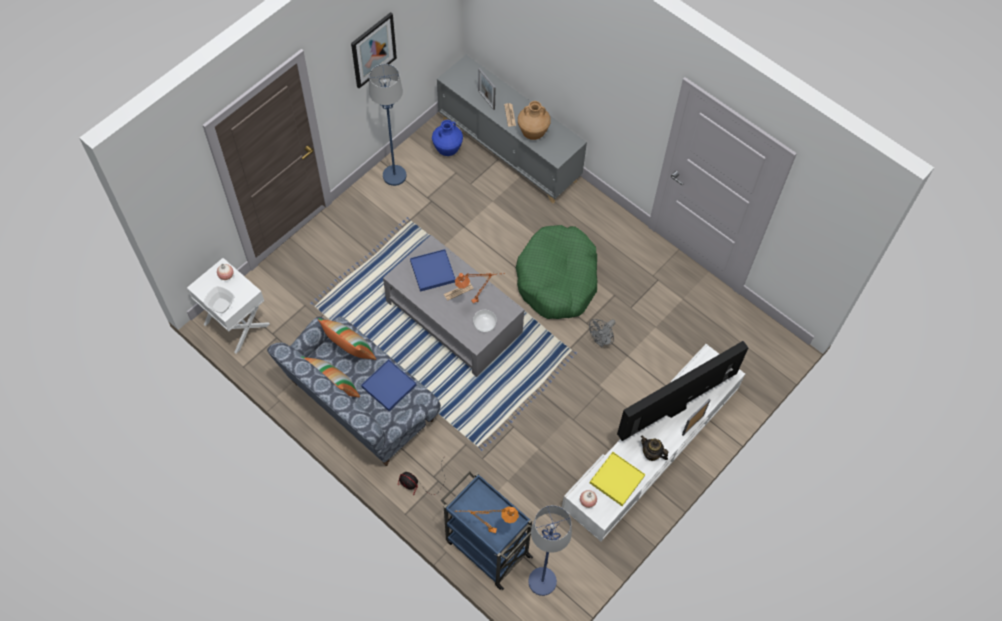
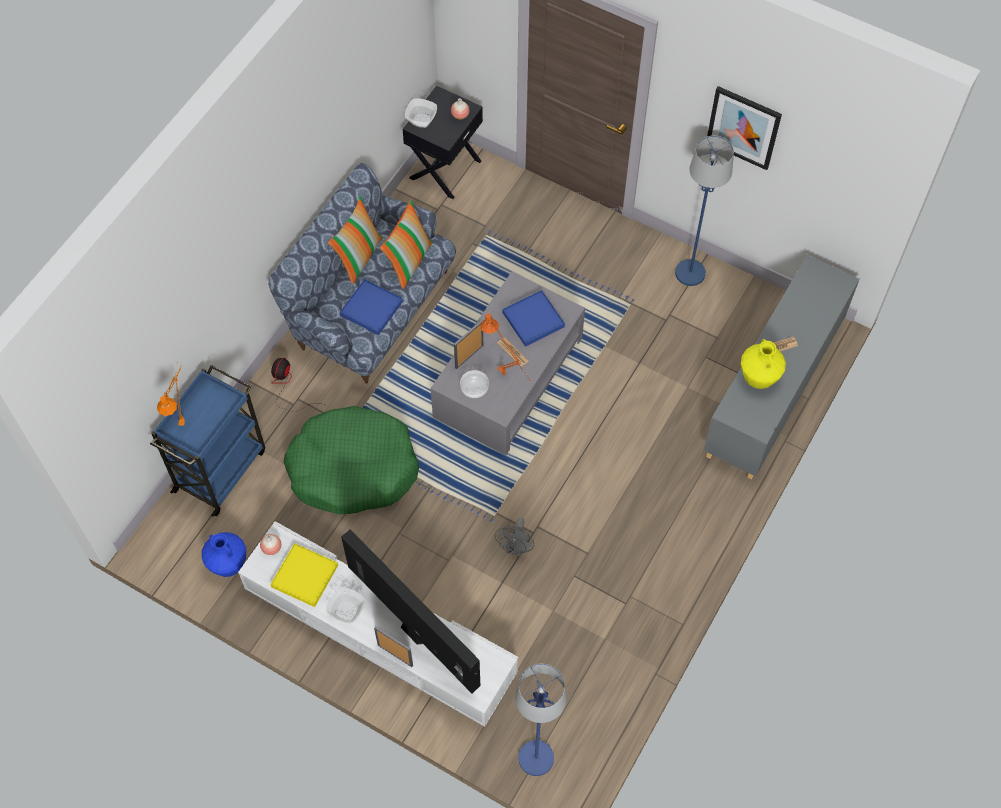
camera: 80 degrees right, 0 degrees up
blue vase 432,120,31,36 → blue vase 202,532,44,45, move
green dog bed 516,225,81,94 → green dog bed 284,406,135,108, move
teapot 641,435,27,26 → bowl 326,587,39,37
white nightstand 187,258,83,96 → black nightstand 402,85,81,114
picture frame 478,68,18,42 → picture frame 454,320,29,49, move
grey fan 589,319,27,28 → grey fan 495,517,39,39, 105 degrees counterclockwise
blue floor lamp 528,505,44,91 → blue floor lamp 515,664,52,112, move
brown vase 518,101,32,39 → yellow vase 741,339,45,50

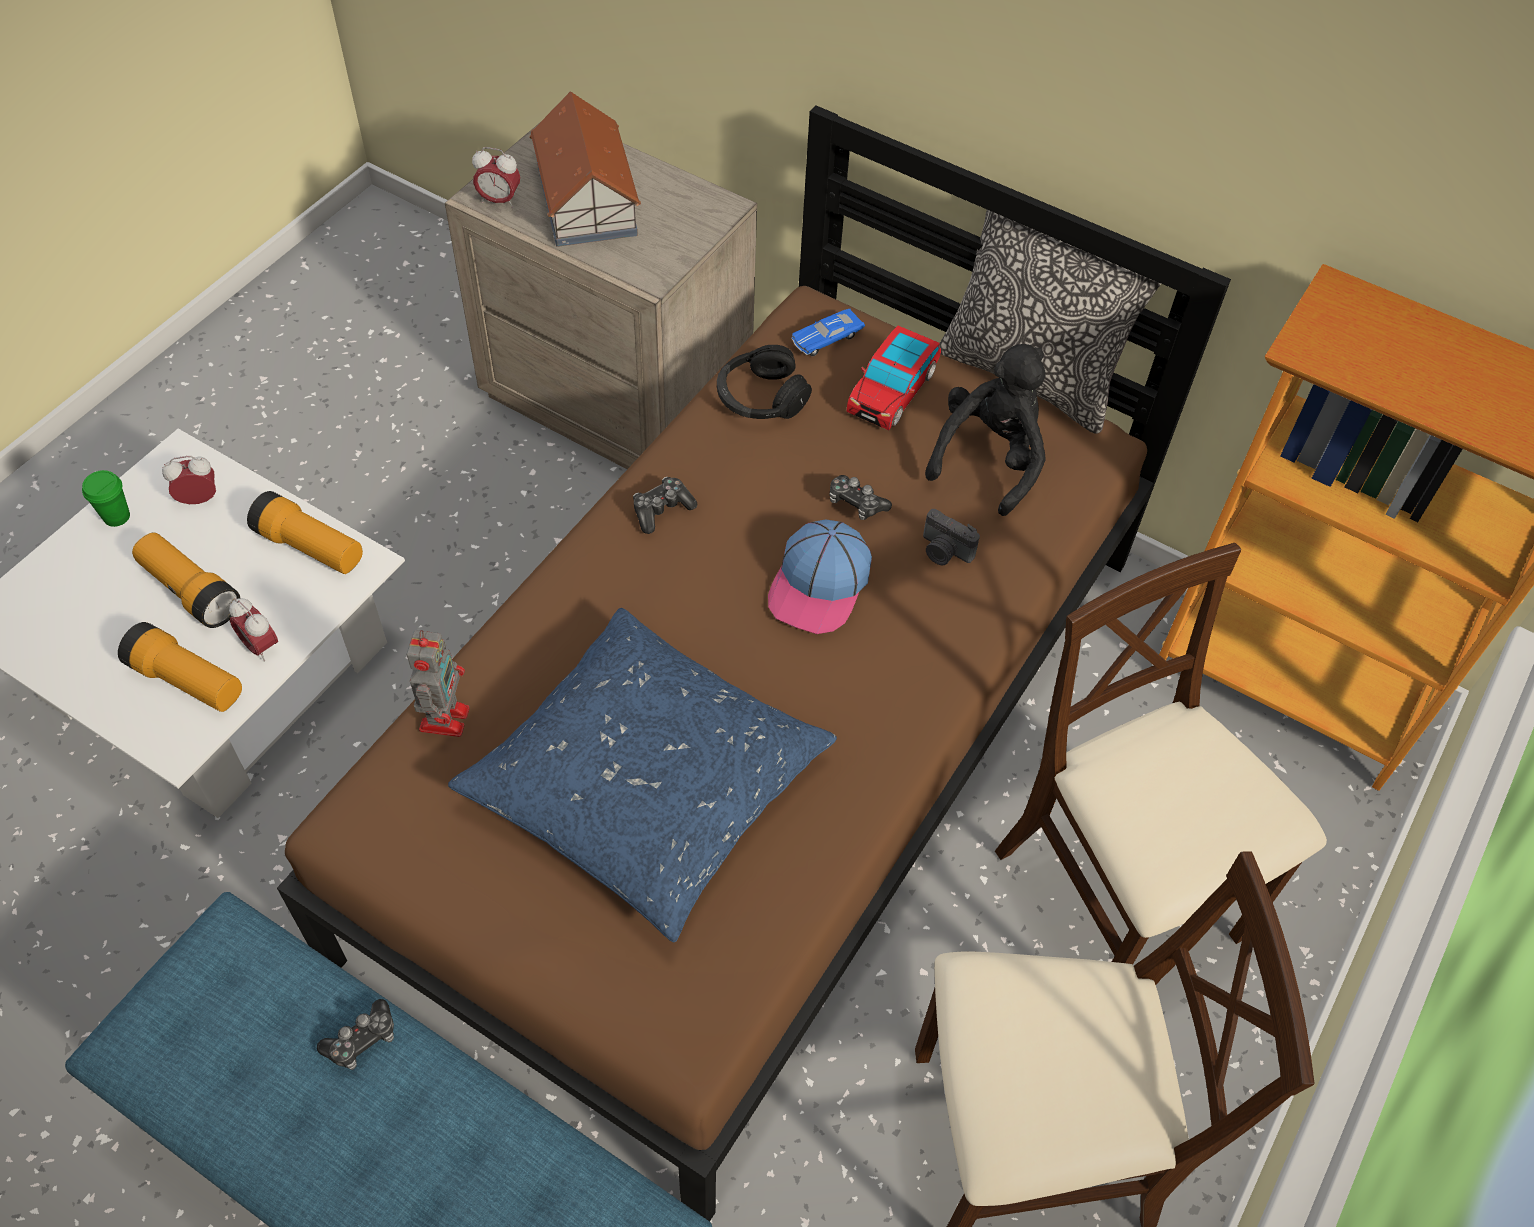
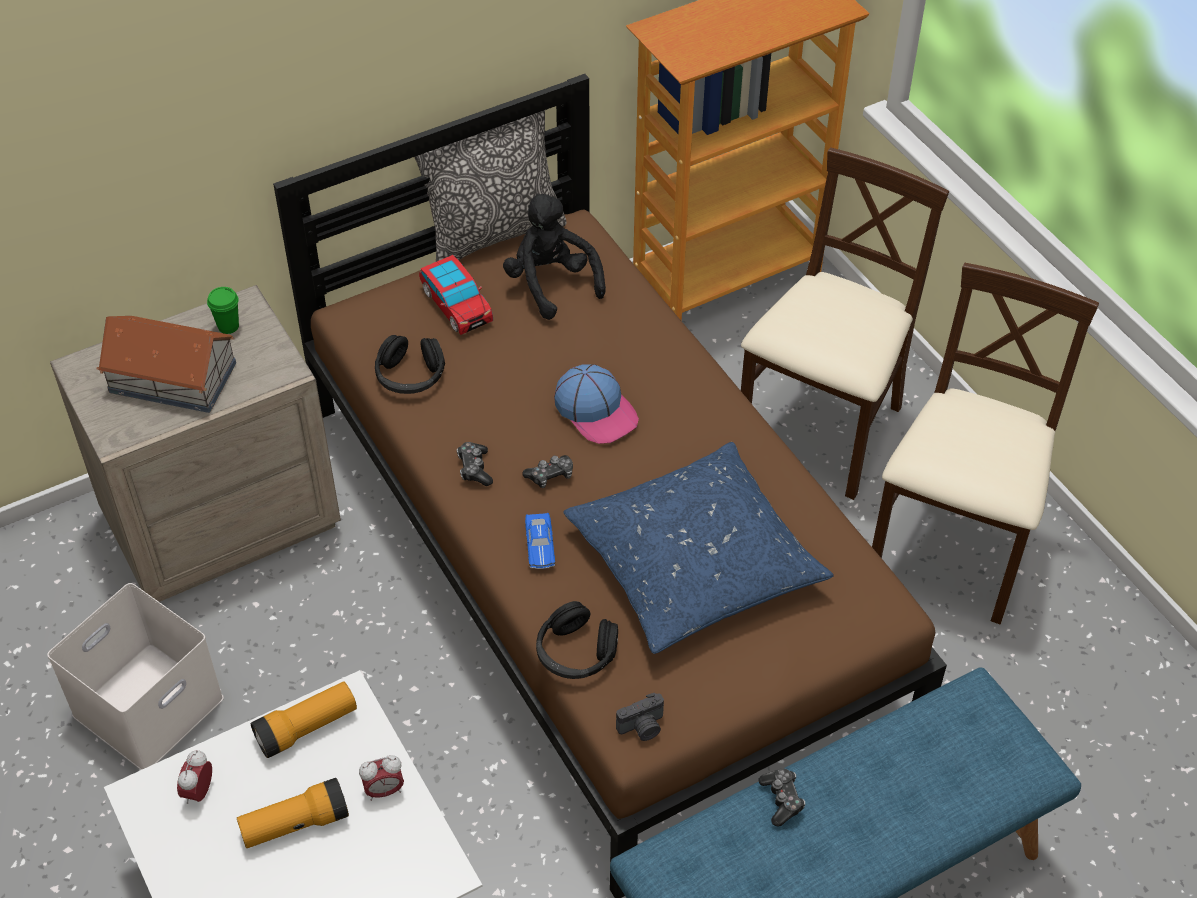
camera: 60 degrees left, 5 degrees down
- → white storage box 47,583,177,187
green cup 82,470,48,57 → green cup 207,287,32,47, move
game controller 829,475,63,45 → game controller 522,455,51,33, move
blue toy car 791,309,74,47 → blue toy car 525,513,30,56, move
toy robot 407,630,63,107 → black headphones 536,601,82,78
photo camera 923,509,57,56 → photo camera 616,693,48,48, move
beige chair 995,543,332,422 → beige chair 741,147,208,353, 120 degrees clockwise
flashlight 118,622,124,90 → -
alarm clock 472,147,48,61 → -

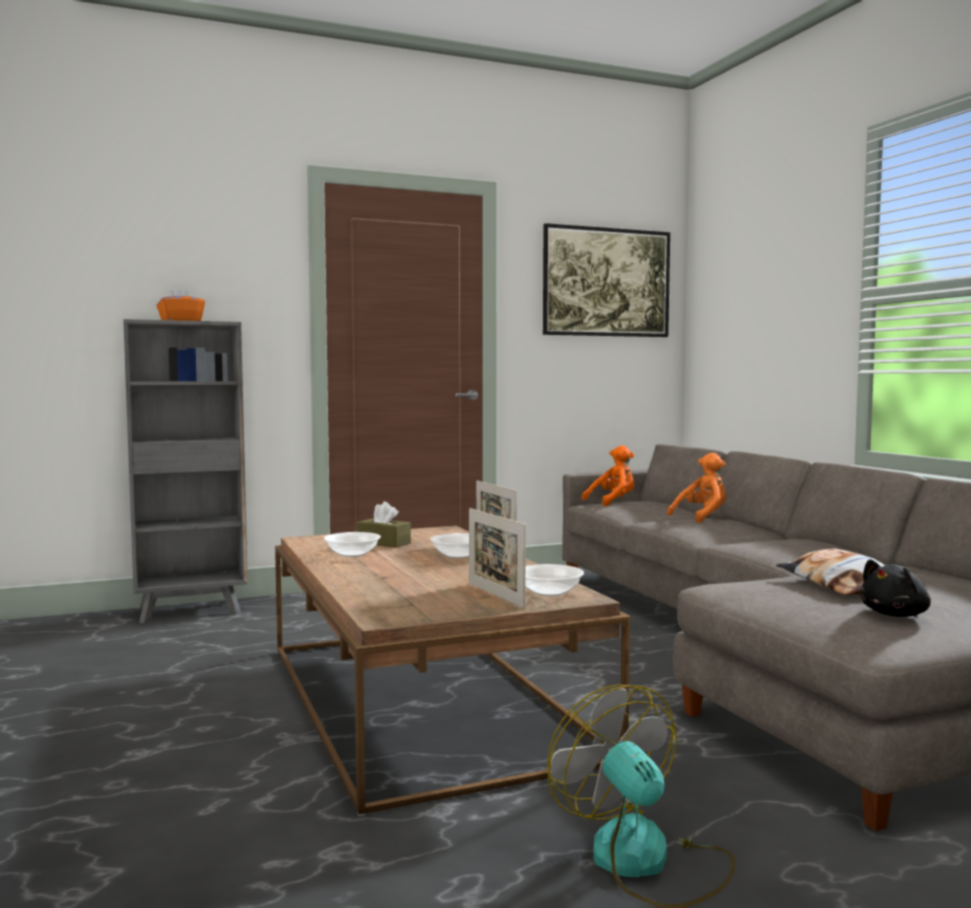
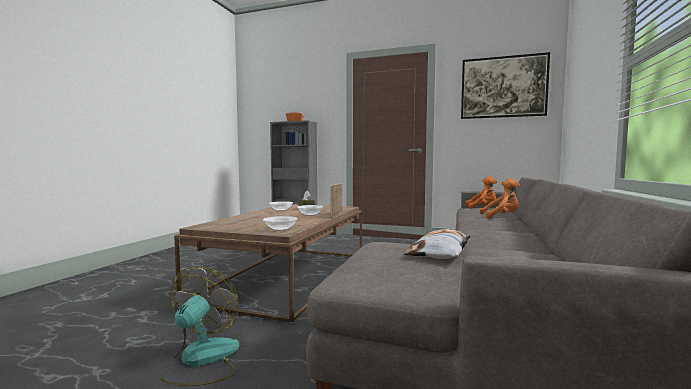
camera: 40 degrees right, 0 degrees up
picture frame 469,508,57,100 → -
black plush toy 860,559,71,58 → -

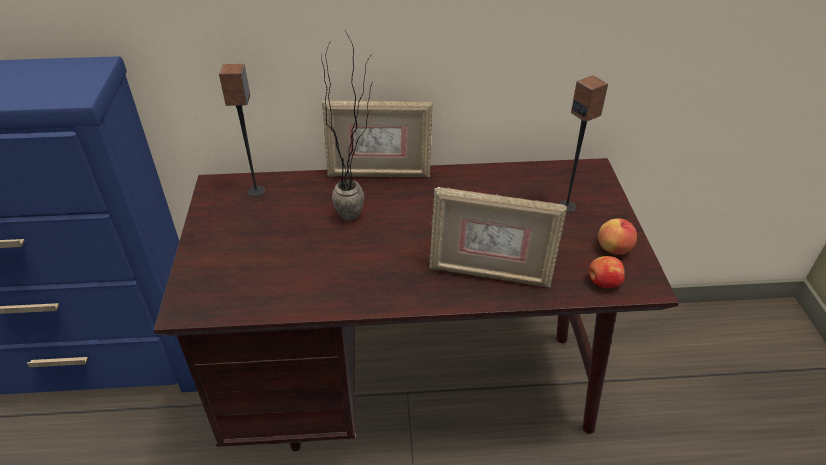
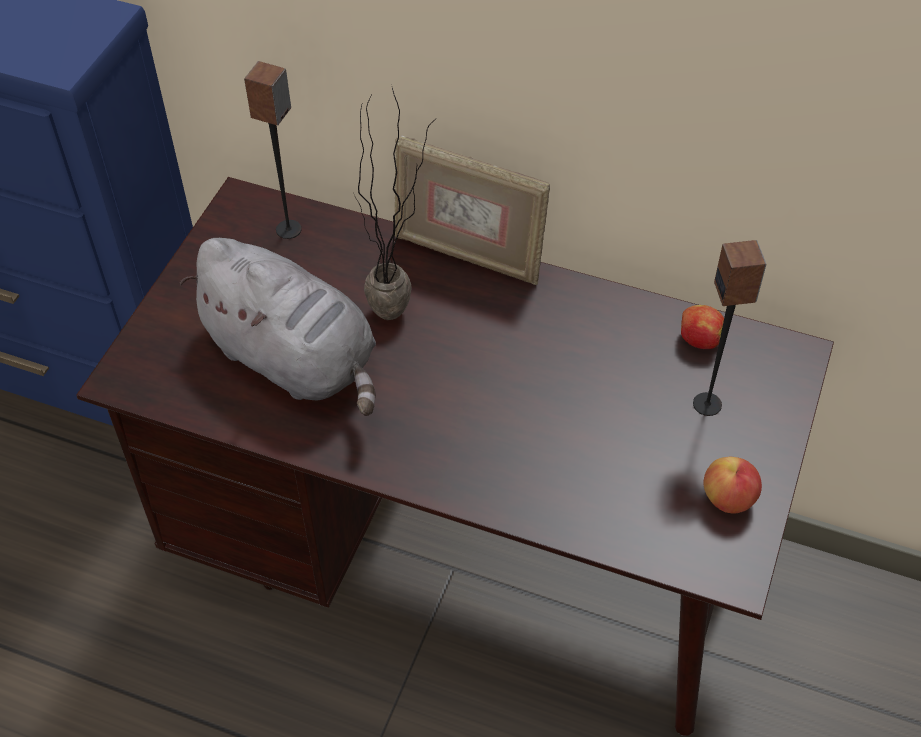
camera: 25 degrees right, 10 degrees up
- → grey plush toy 180,238,196,178
apple 588,256,37,32 → apple 681,305,43,44, move
picture frame 429,187,138,101 → -

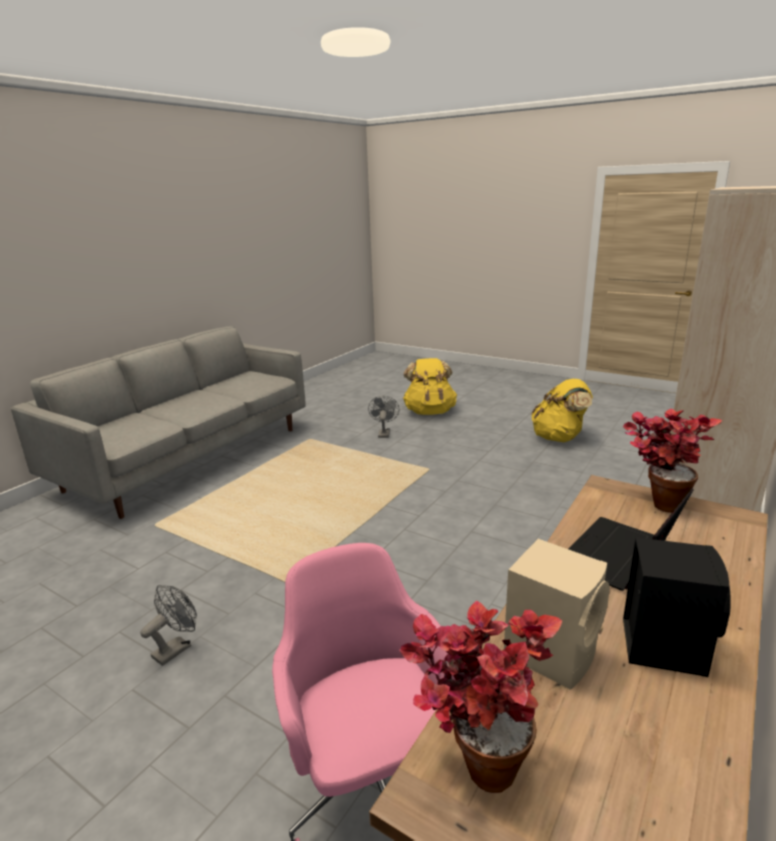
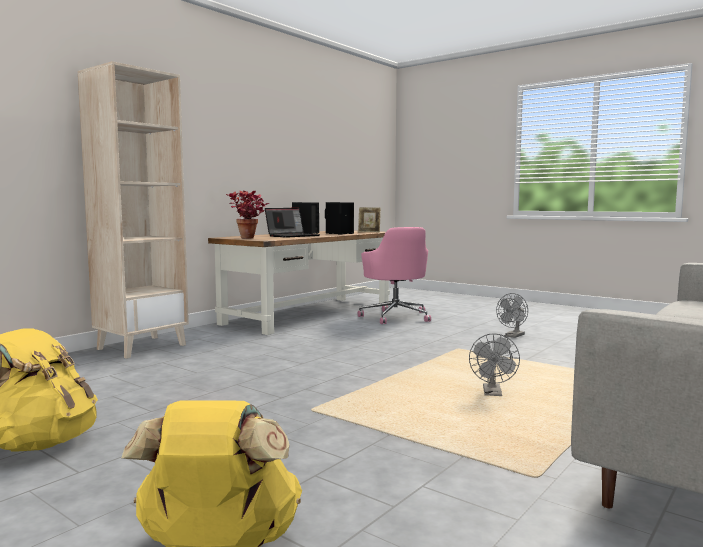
camera: 175 degrees left, 15 degrees down
beige speaker 504,539,106,151 → black speaker 325,202,29,33
potted plant 399,601,163,192 → picture frame 358,207,23,25
grey fan 368,396,31,42 → grey fan 469,333,51,63, move

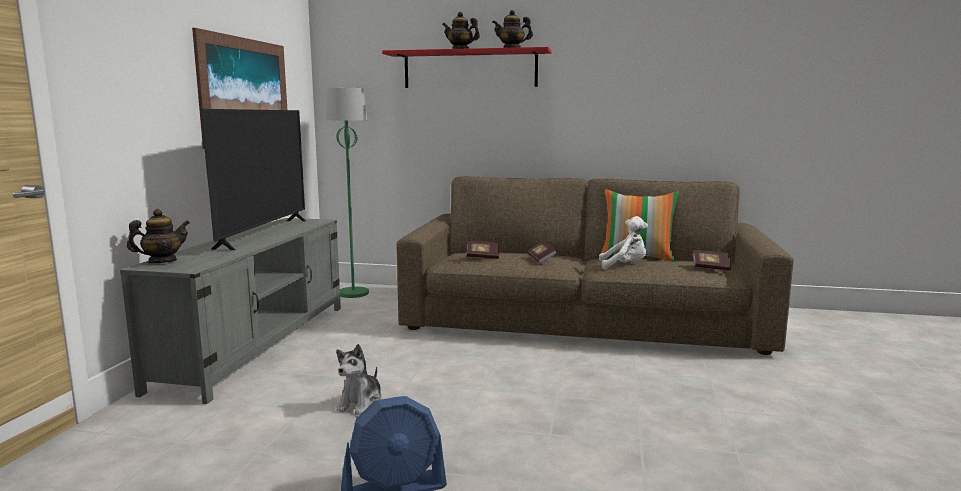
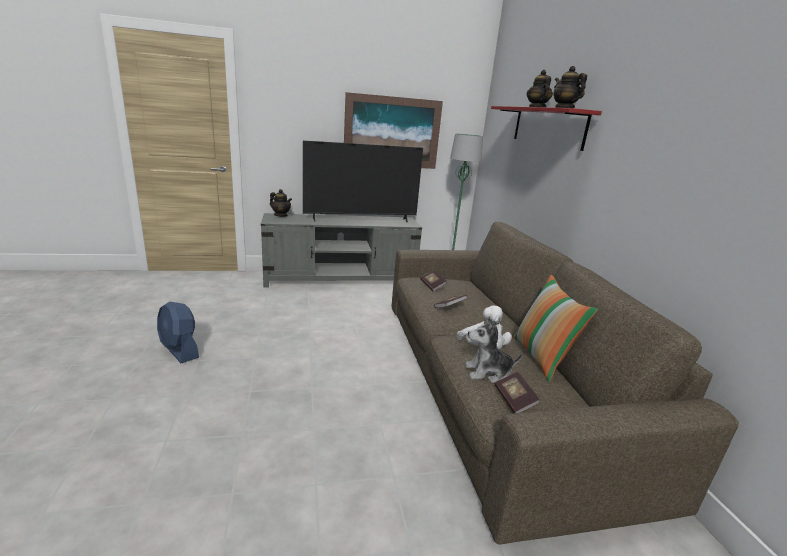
camera: 65 degrees right, 10 degrees up
plush toy 336,344,46,71 → plush toy 465,318,58,65, move

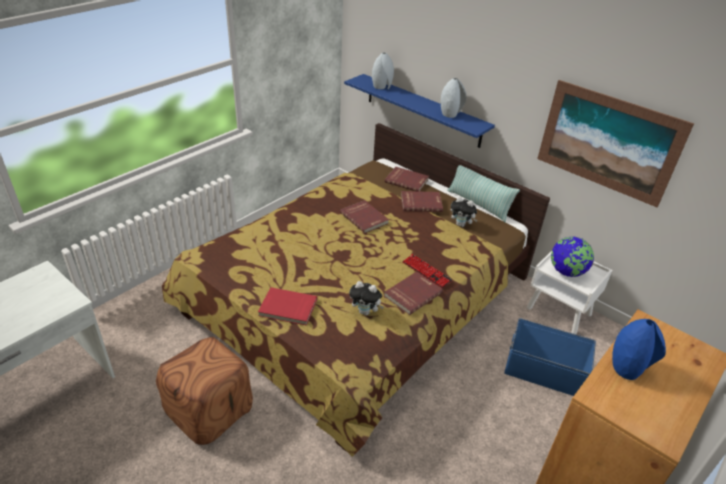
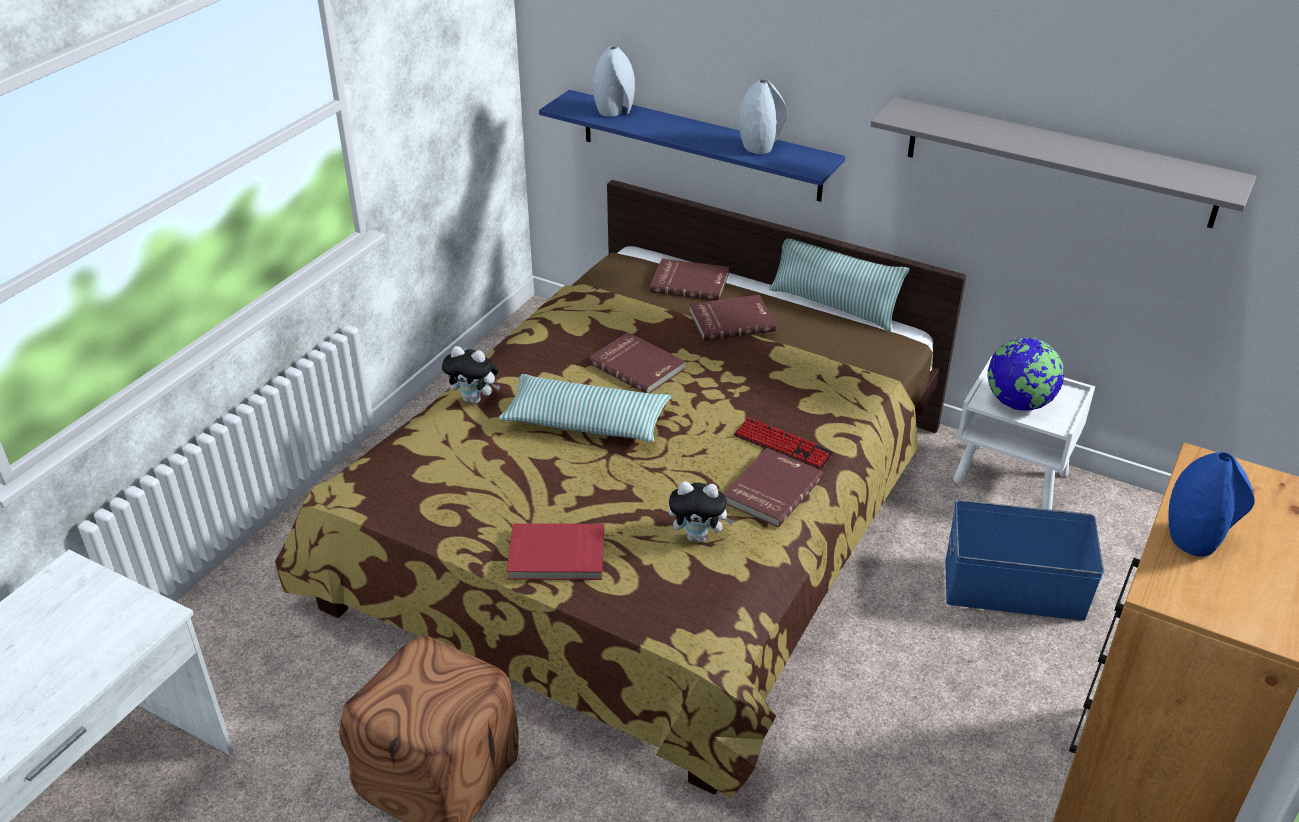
camera: 10 degrees left, 0 degrees up
plush toy 451,197,27,30 → plush toy 442,346,58,58, move
- → pillow 498,374,173,68
picture 537,80,157,127 → grey shelf 871,97,385,131

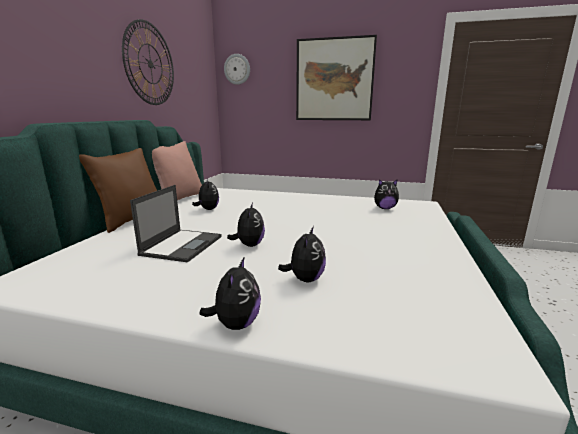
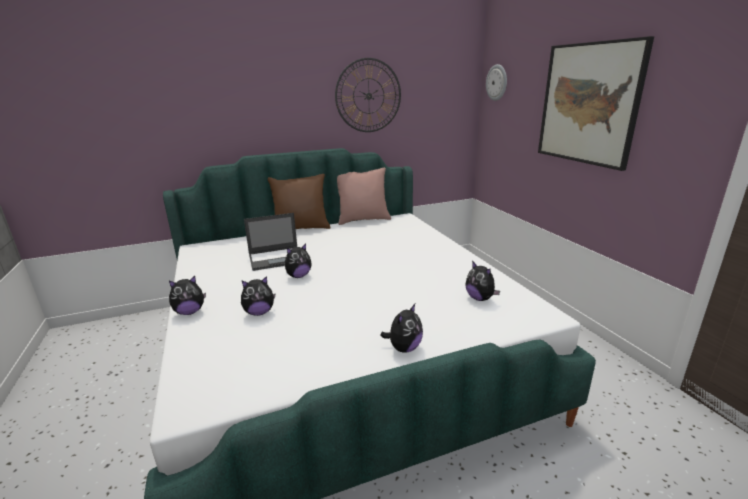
camera: 55 degrees right, 5 degrees up
plush toy 192,178,27,32 → plush toy 380,304,43,49, move

